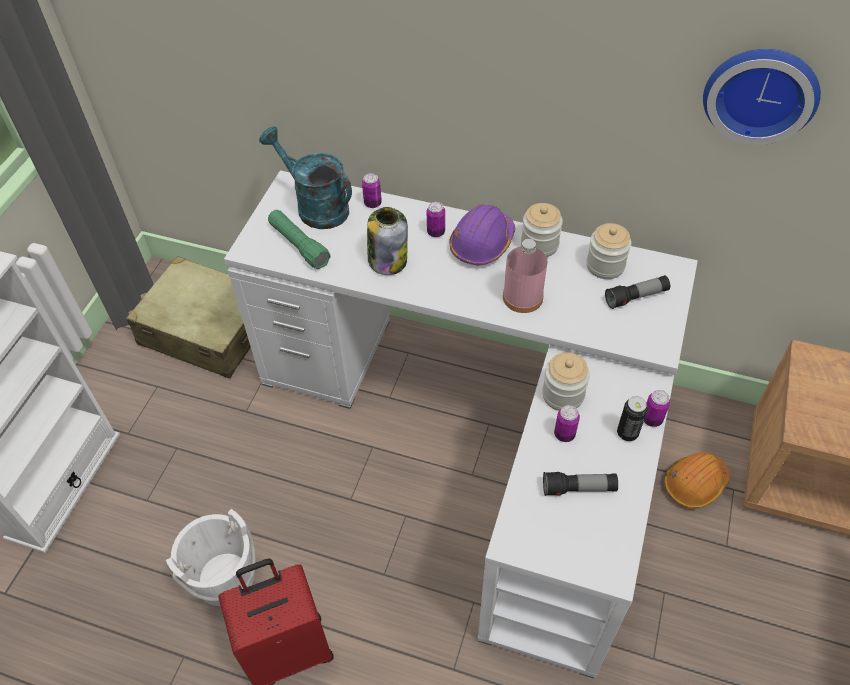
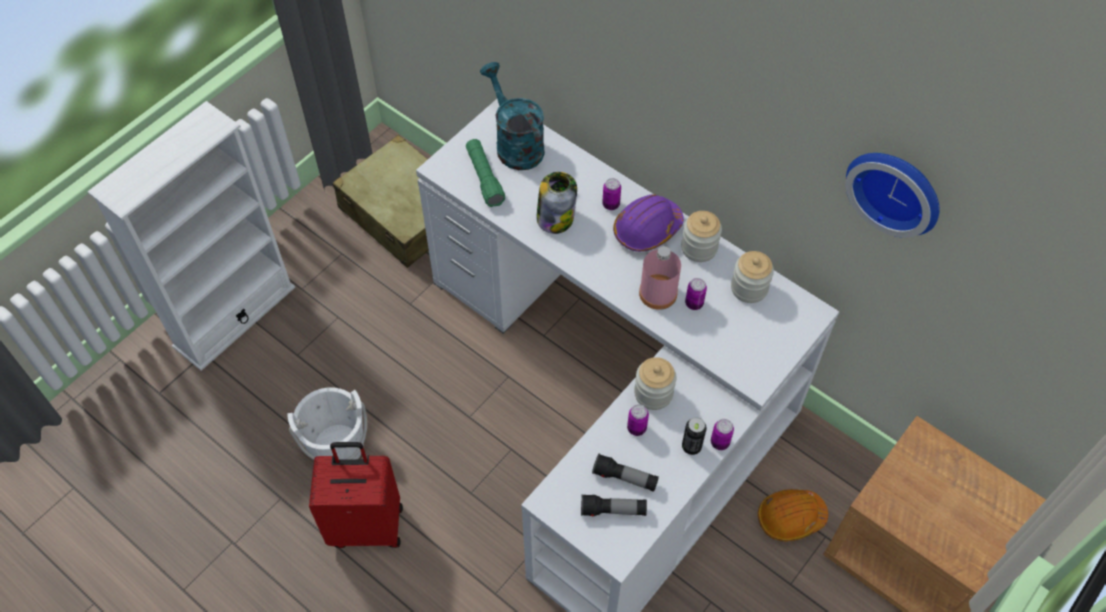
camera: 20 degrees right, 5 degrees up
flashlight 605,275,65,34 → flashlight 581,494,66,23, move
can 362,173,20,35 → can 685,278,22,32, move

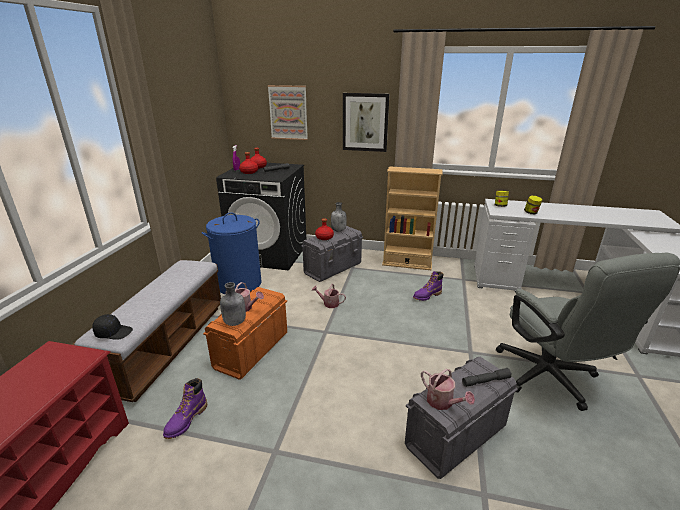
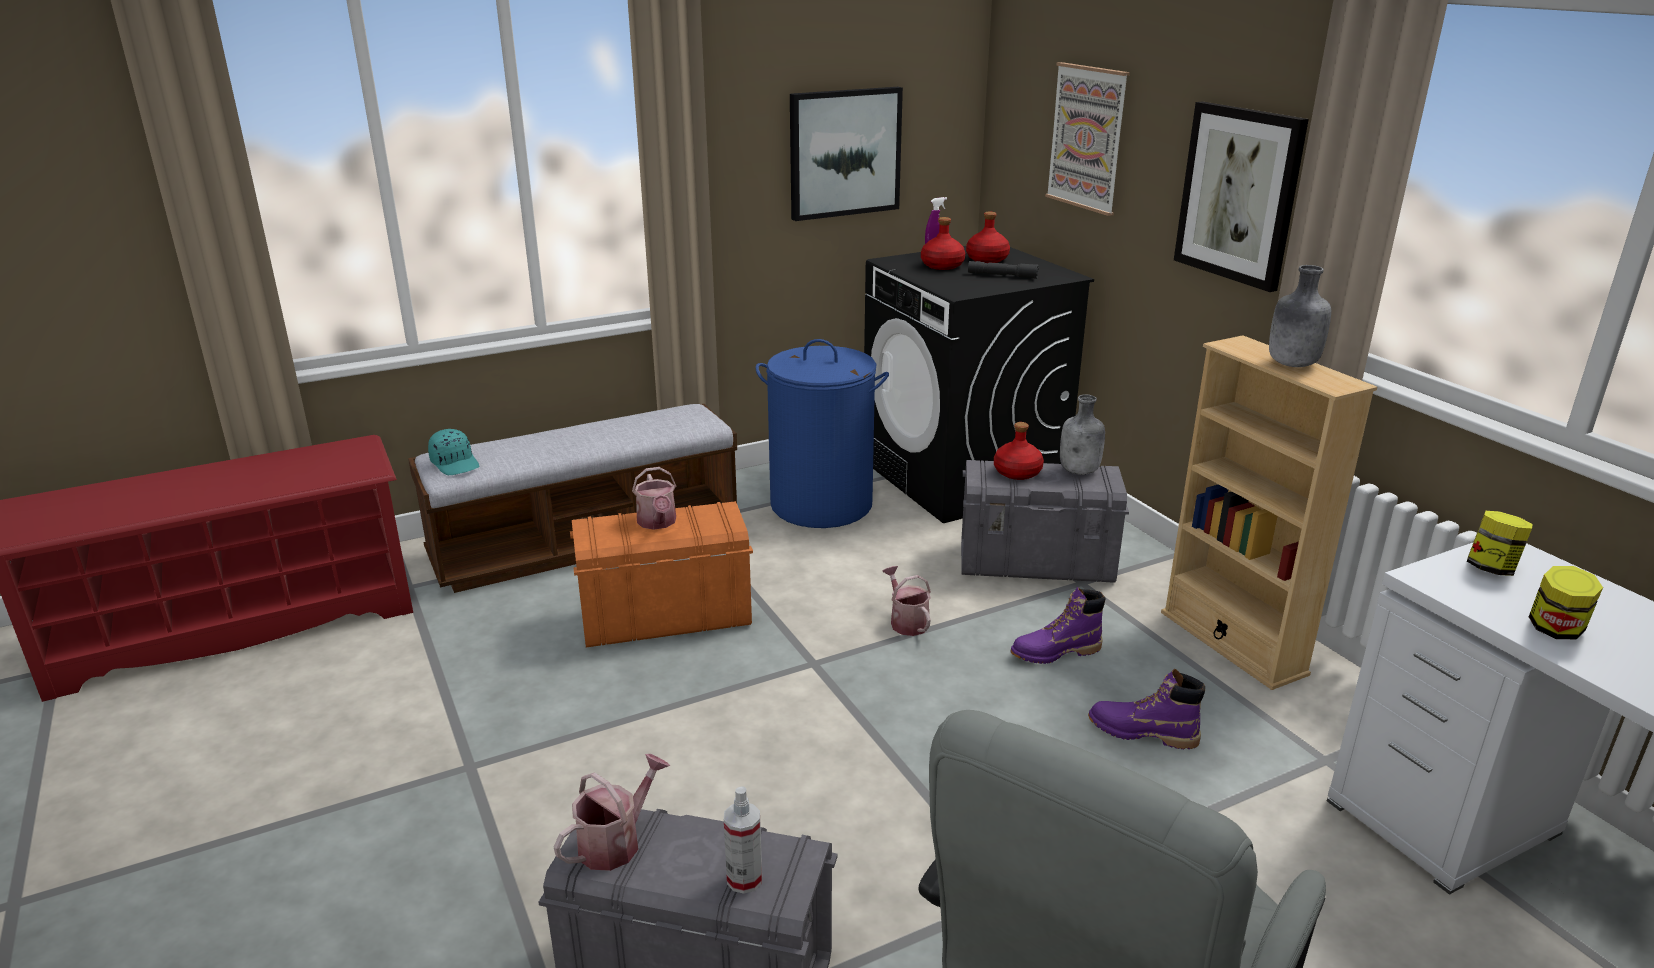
camera: 50 degrees right, 0 degrees up
black cap 92,314,41,26 → turquoise cap 428,429,51,46
watering can 421,369,54,41 → watering can 554,754,116,117, 150 degrees counterclockwise
grey flashlight 462,368,50,19 → spray bottle 724,787,38,107
- → picture 790,87,113,134
purple boot 163,378,44,61 → purple boot 1011,587,95,77, move
grey bottle 220,282,26,44 → grey bottle 1269,265,62,102, move

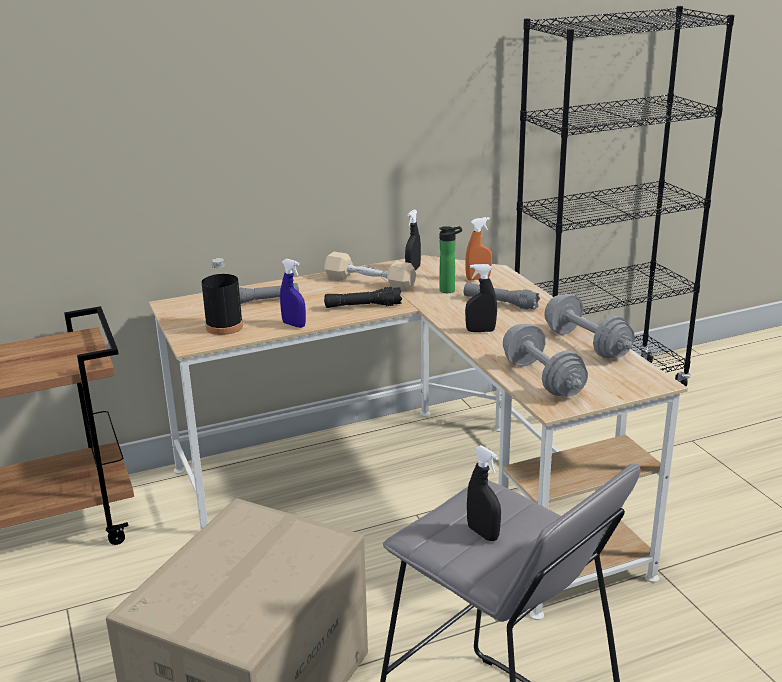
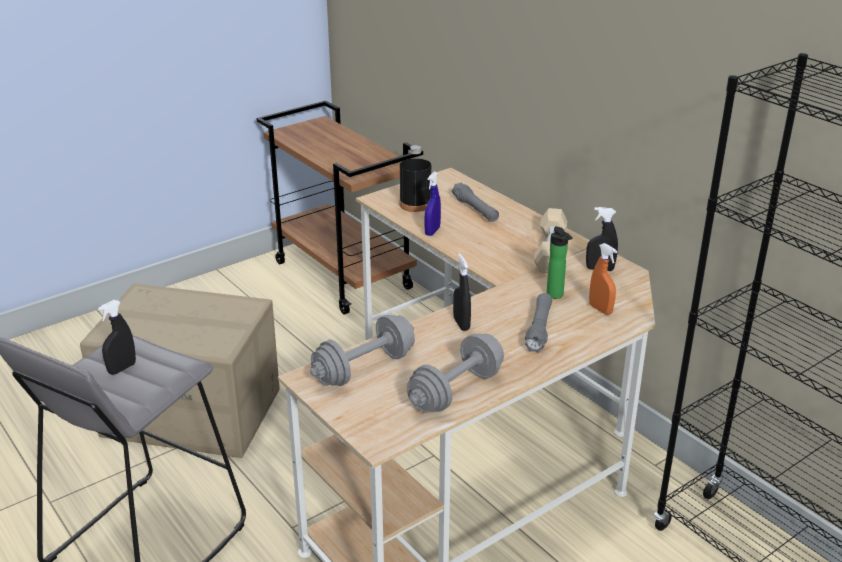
camera: 75 degrees right, 5 degrees up
black flashlight 324,287,78,21 → -

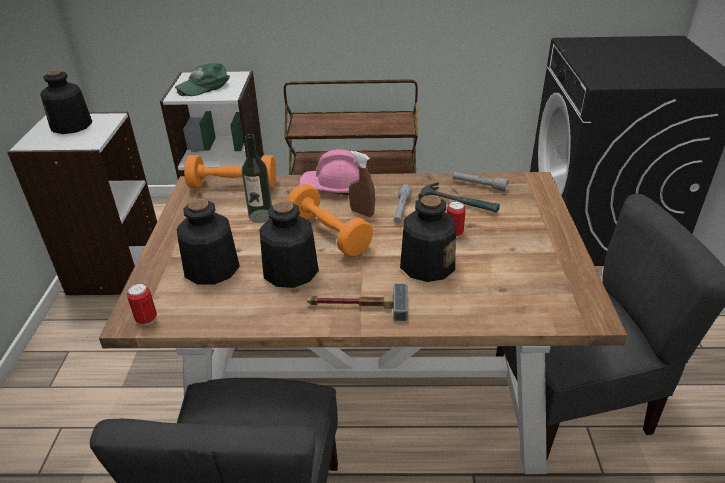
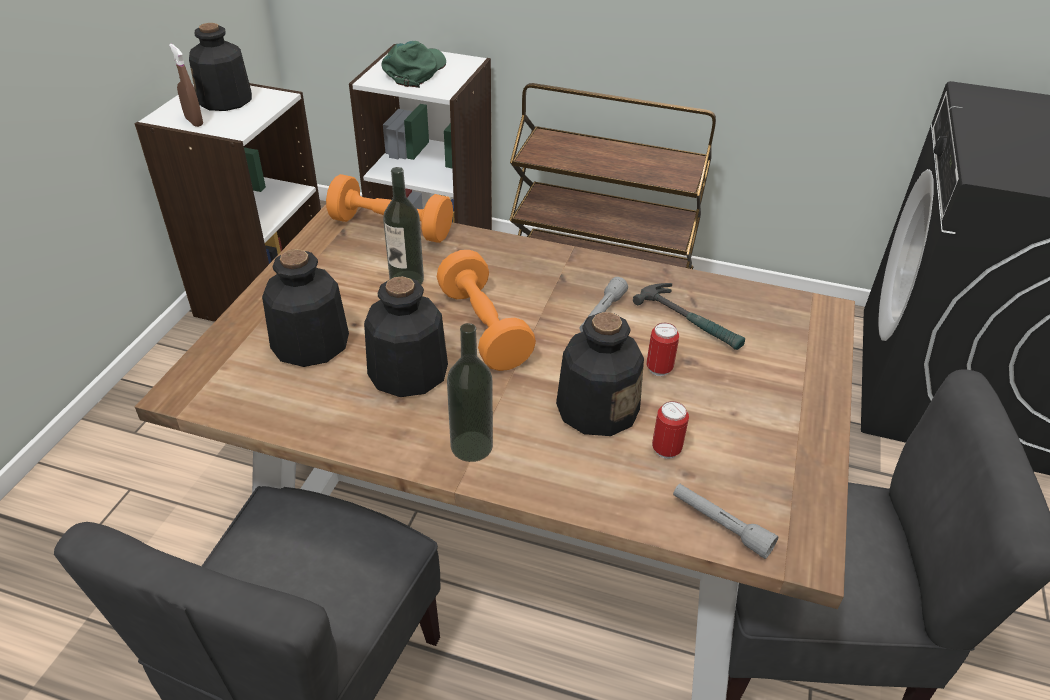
camera: 15 degrees right, 5 degrees up
brown spray bottle 349,151,26,66 → brown spray bottle 169,44,34,83, move
green cap 175,63,55,33 → green cap 381,41,65,47, 135 degrees clockwise
hammer 307,284,101,37 → bottle 447,323,46,139
can 127,283,30,42 → can 652,401,37,58, move
grey flashlight 453,172,56,20 → grey flashlight 673,484,106,75, move
pink hard hat 299,149,61,47 → -

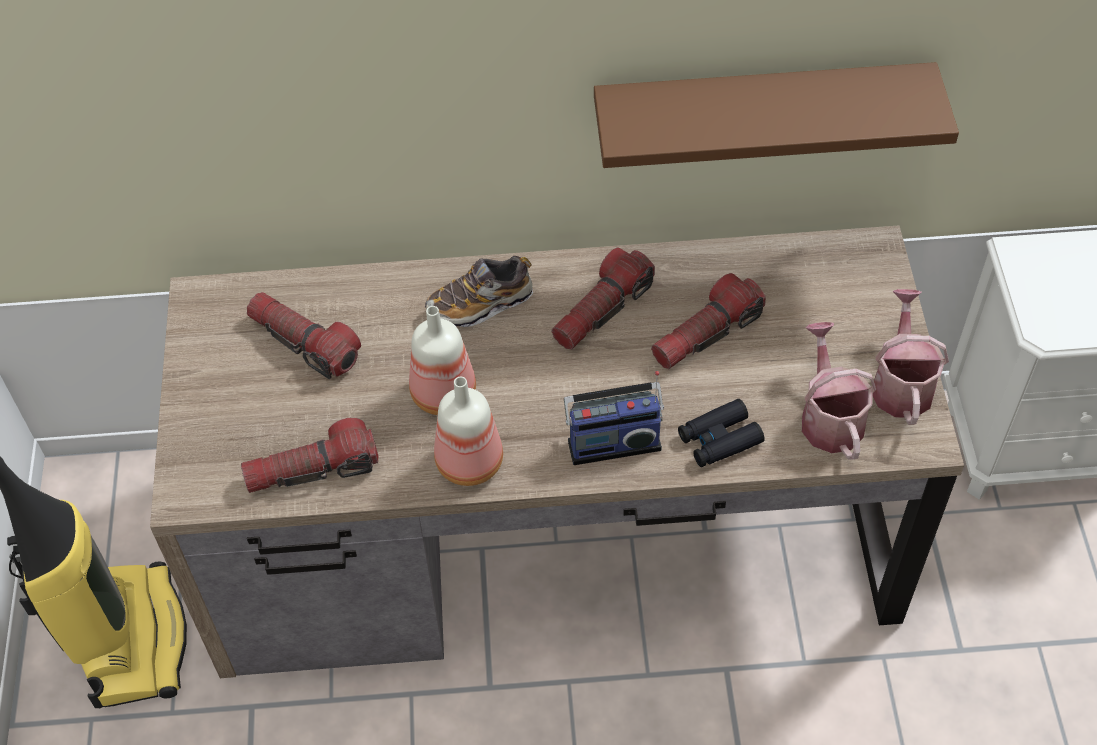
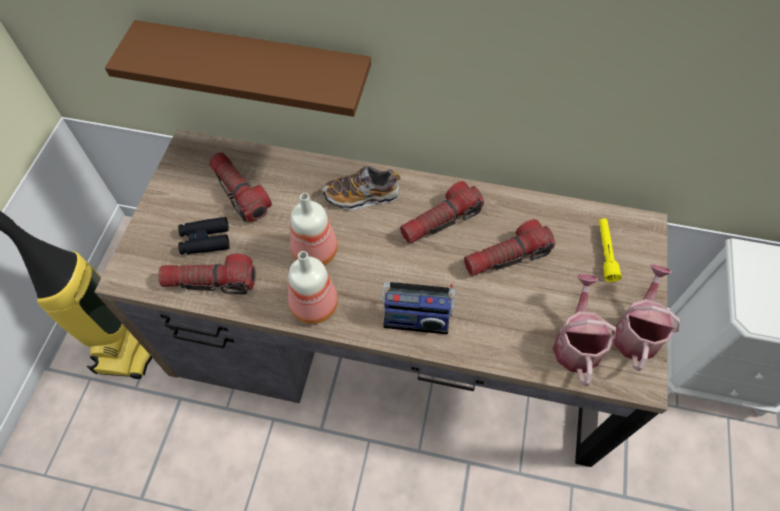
camera: 15 degrees right, 5 degrees up
brown shelf 594,62,365,106 → brown shelf 105,20,266,97, move
black binoculars 678,399,86,68 → black binoculars 178,217,52,38, move
- → yellow flashlight 599,218,23,64

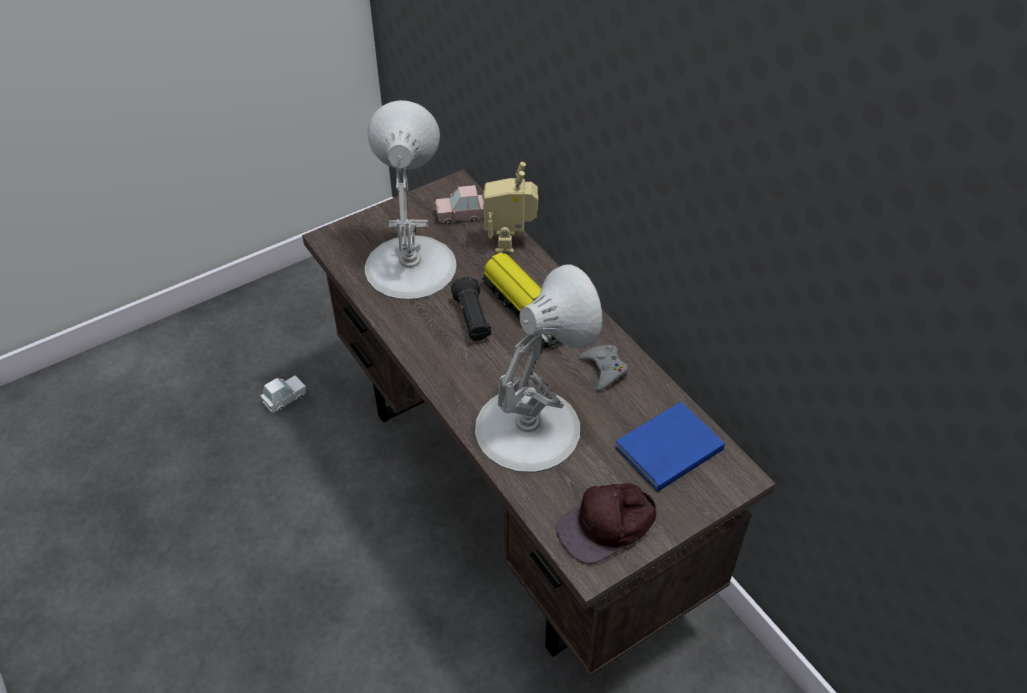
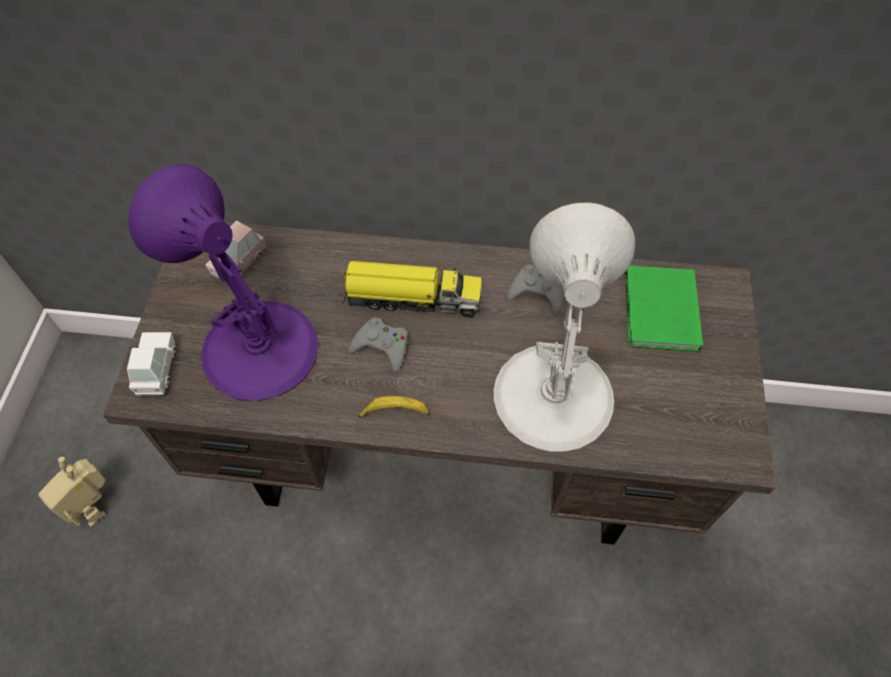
camera: 50 degrees left, 10 degrees up
toy robot 483,162,55,91 → toy robot 38,457,68,70, move
white toy car 260,375,46,38 → white toy car 127,332,49,64, move
white table lamp 365,100,92,200 → purple table lamp 128,164,191,237
black flashlight 451,276,40,65 → grey game controller 348,317,60,56
- → banana 358,396,72,22
blue book 615,402,110,90 → green book 625,266,78,86
brown cap 556,483,100,81 → -

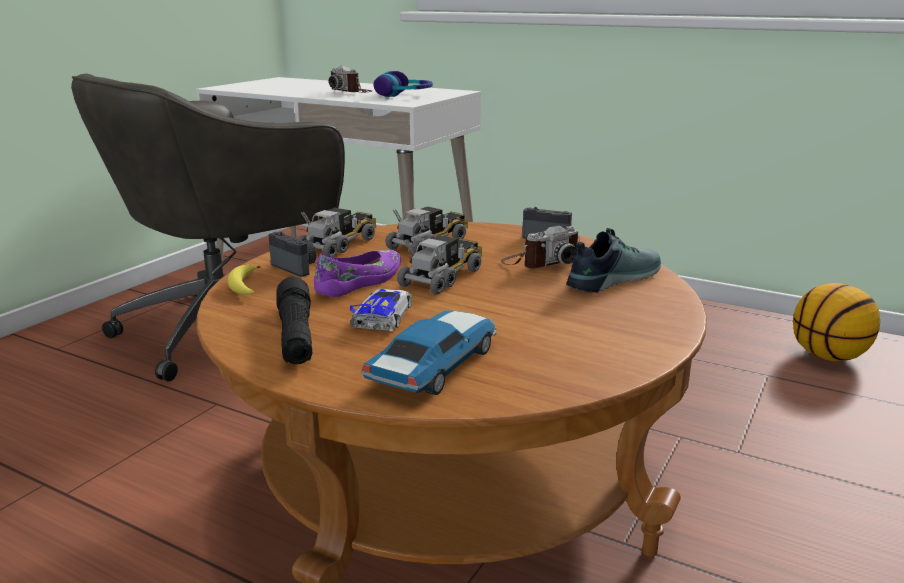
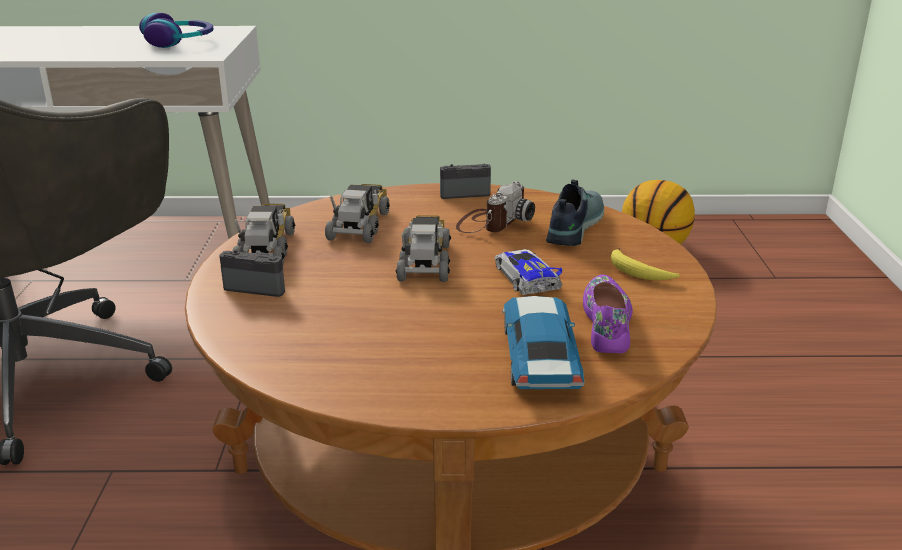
camera: 30 degrees left, 5 degrees up
toy car 350,289,62,42 → toy car 495,249,68,46, move
purple shoe 314,250,87,47 → purple shoe 583,275,50,78, move
banana 228,265,32,29 → banana 611,248,69,32, move
black flashlight 277,277,35,87 → -
photo camera 329,65,43,28 → -

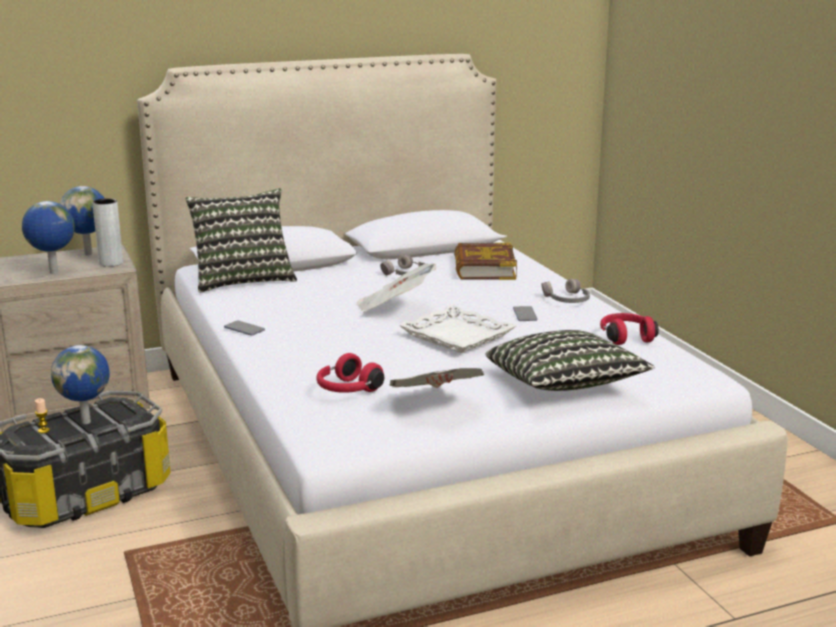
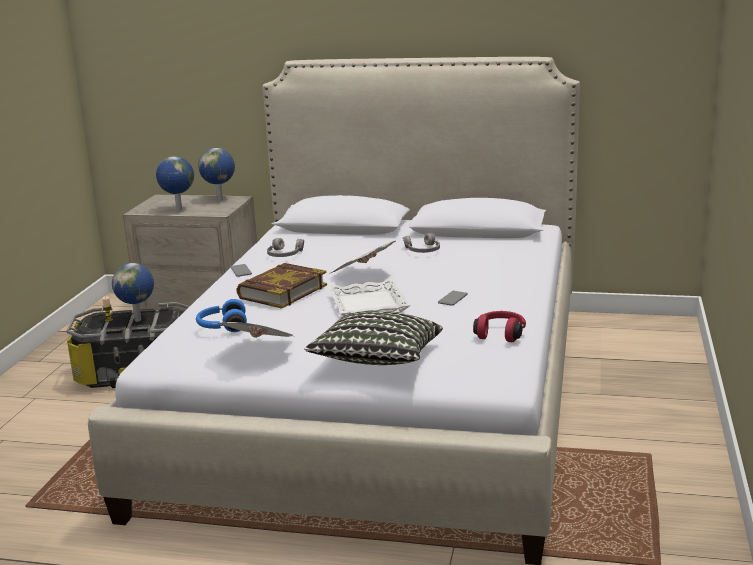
camera: 35 degrees right, 0 degrees up
red headphones 316,353,68,40 → blue headphones 196,299,51,33
book 454,243,63,37 → book 236,263,91,46, move
grey headphones 541,279,49,24 → grey headphones 267,238,37,19, move
grey vase 92,198,31,69 → -
pillow 185,188,112,105 → -

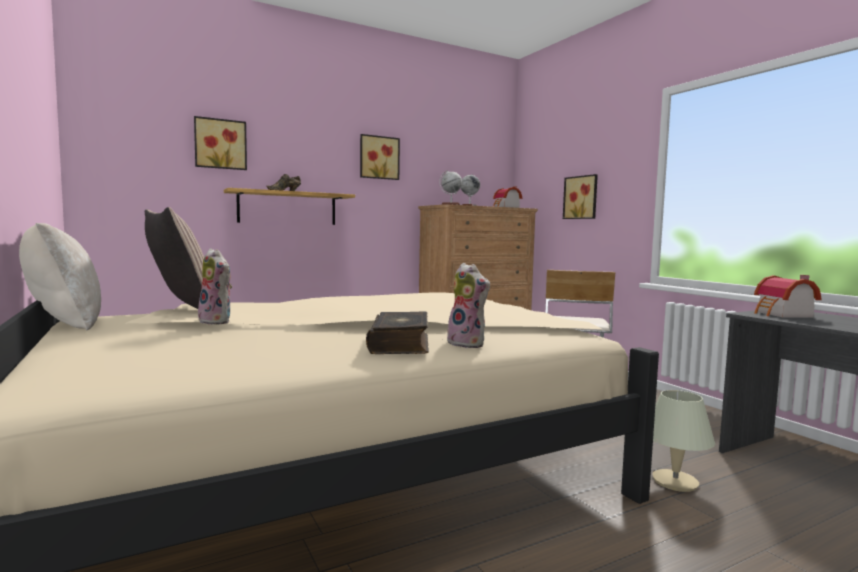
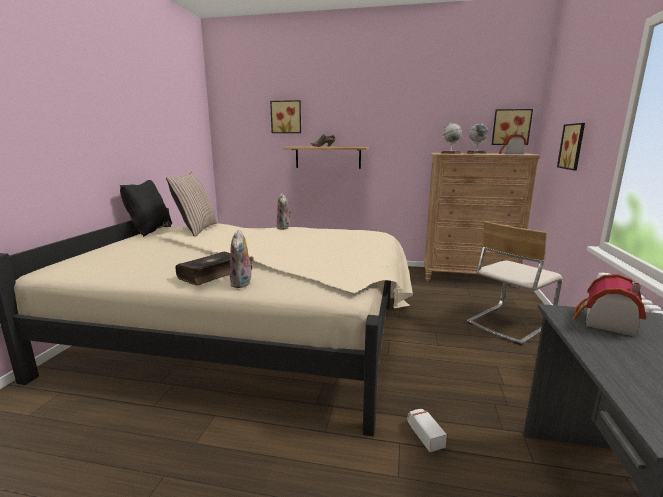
camera: 40 degrees right, 10 degrees up
beige pillow 19,223,82,107 → black pillow 120,180,52,57
plush toy 198,248,34,77 → plush toy 276,193,16,37, move
beige table lamp 652,390,63,102 → toy truck 407,409,40,43
picture 360,134,40,46 → picture 492,109,41,36, move

